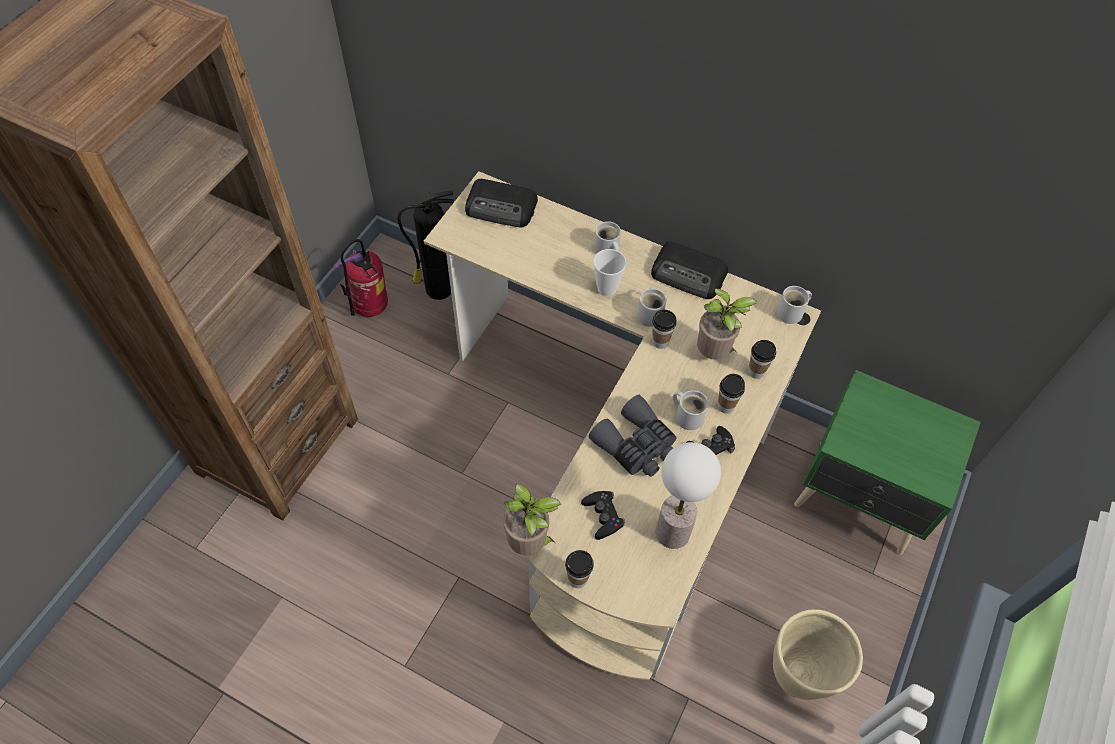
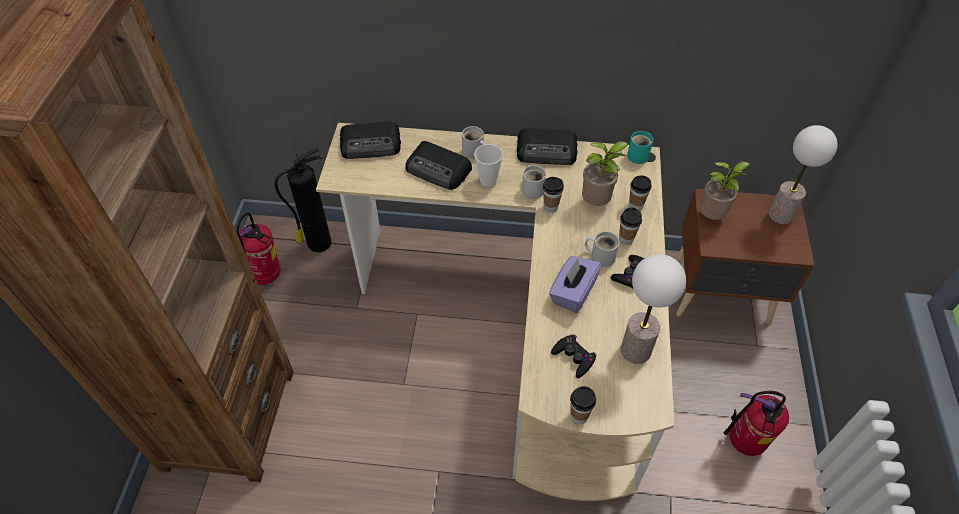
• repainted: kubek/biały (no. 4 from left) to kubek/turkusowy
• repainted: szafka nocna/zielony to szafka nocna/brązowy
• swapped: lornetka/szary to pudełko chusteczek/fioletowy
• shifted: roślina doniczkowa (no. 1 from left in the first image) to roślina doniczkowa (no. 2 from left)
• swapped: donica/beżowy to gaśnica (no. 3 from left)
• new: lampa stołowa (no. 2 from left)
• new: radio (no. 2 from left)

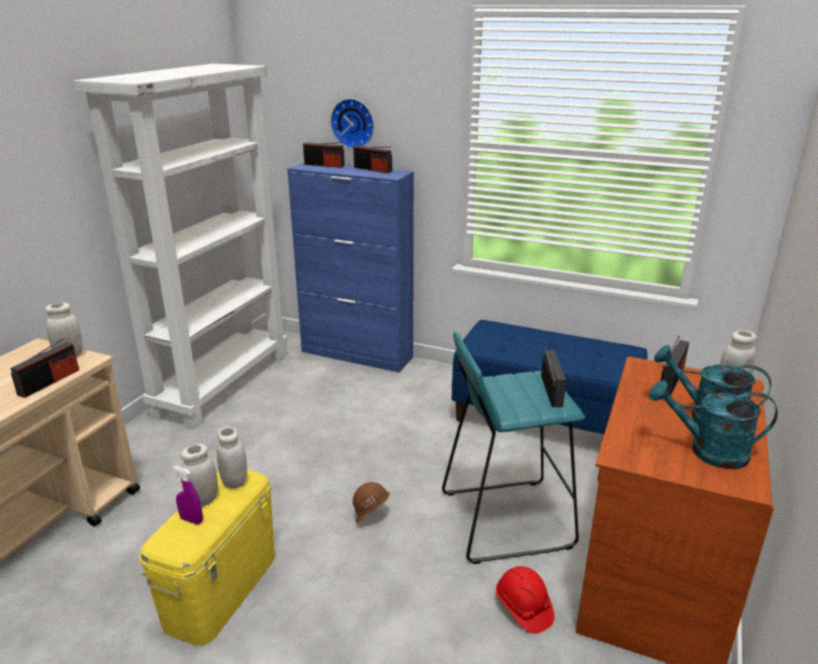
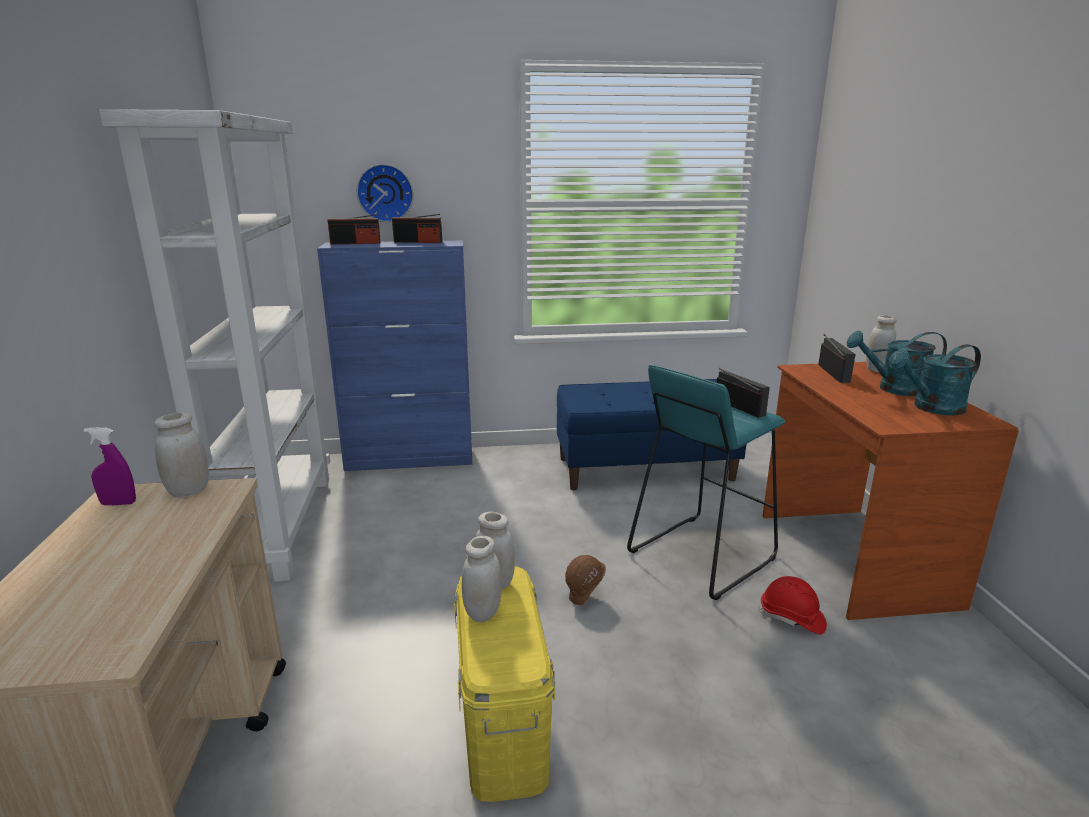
• gone: radio (no. 1 from left)
• shifted: spryskiwacz/fioletowy

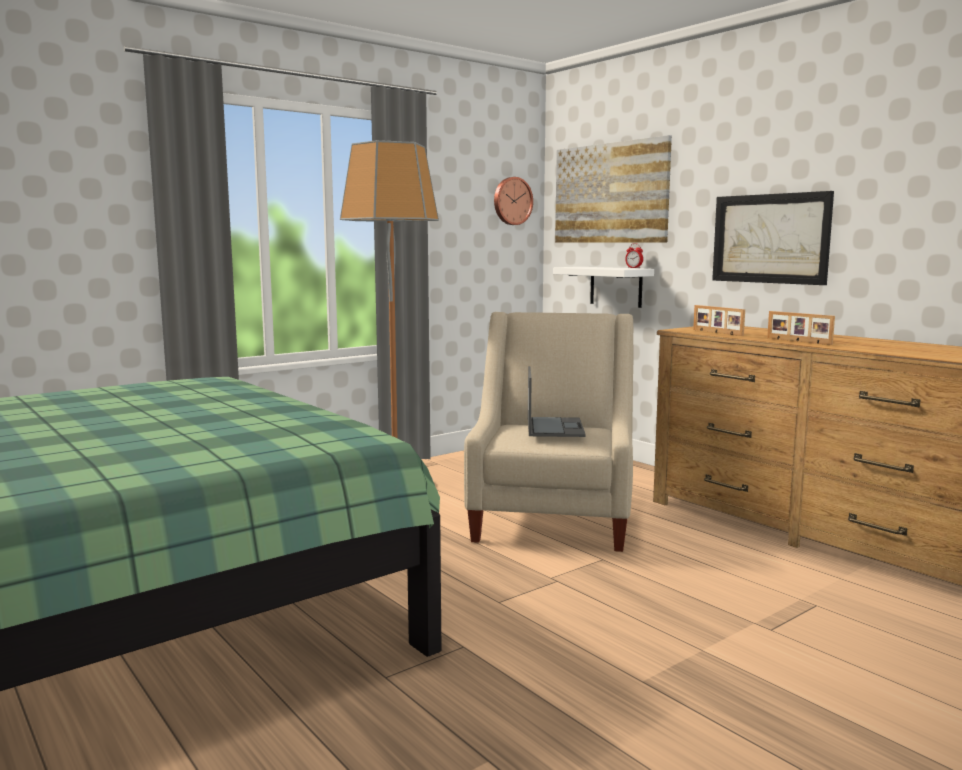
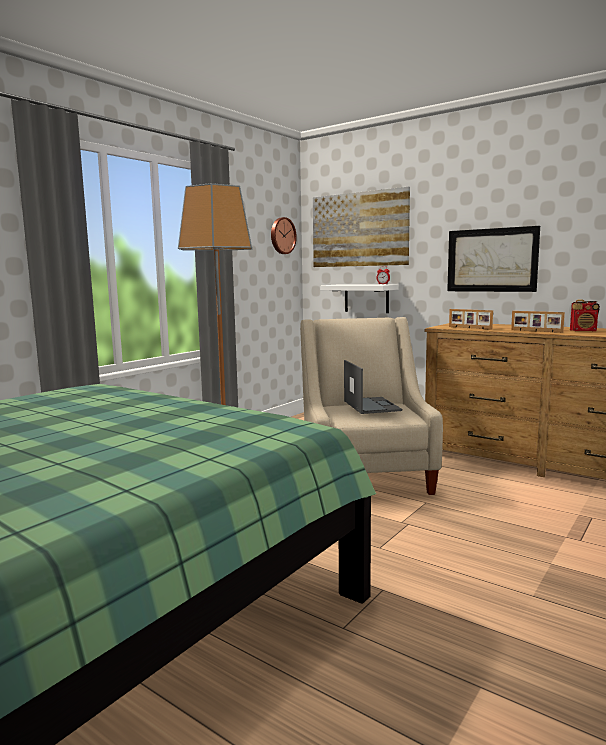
• new: radio

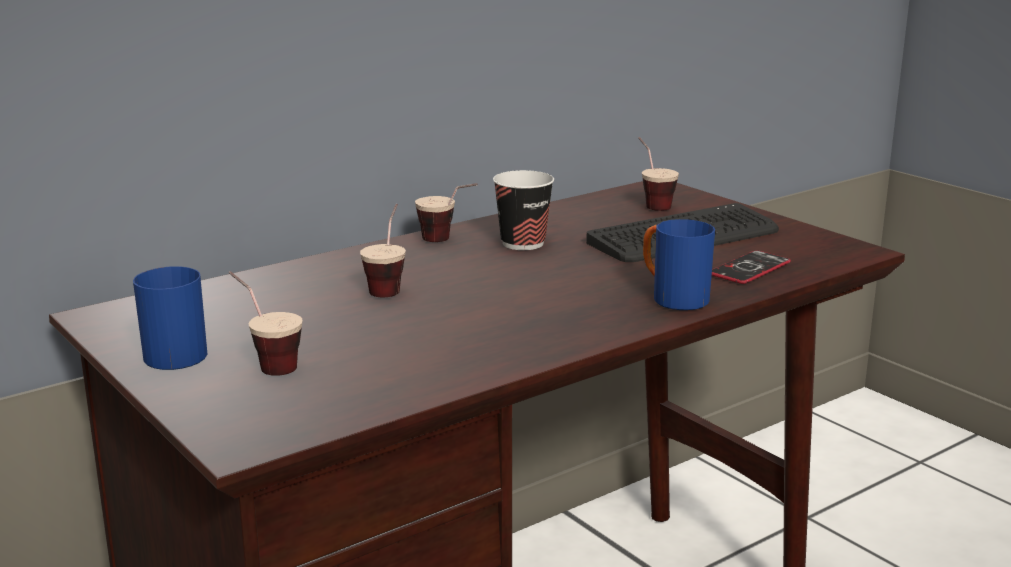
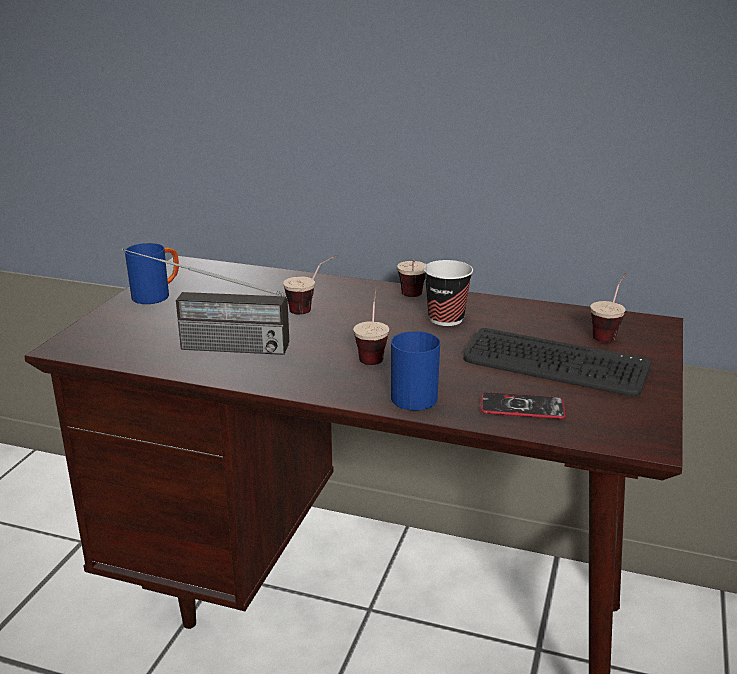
• shifted: filiżanka (no. 1 from left in the first image) to filiżanka (no. 2 from left)
• new: radio

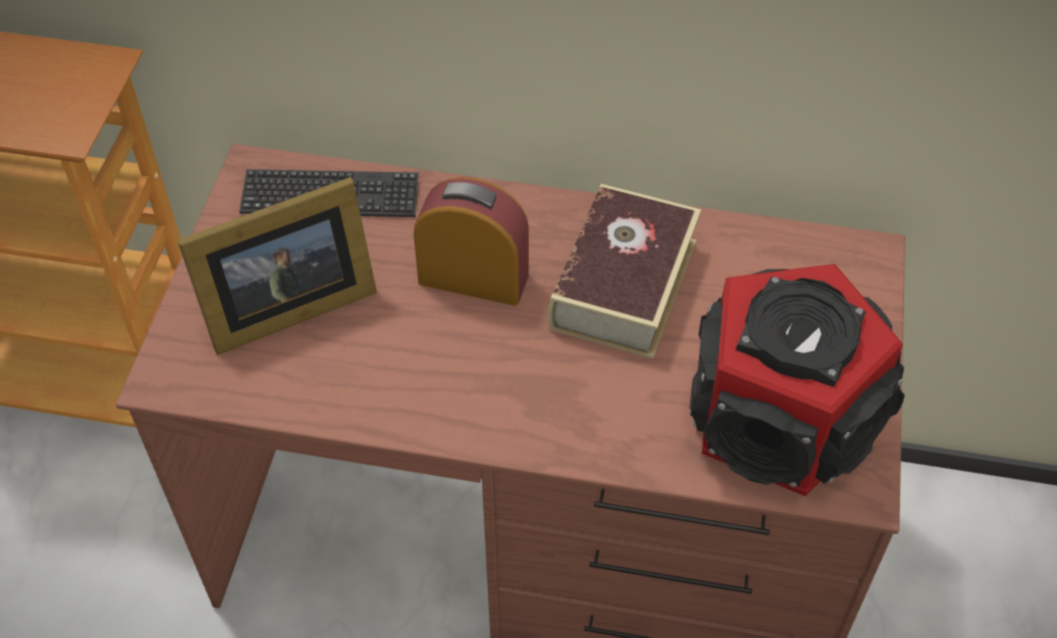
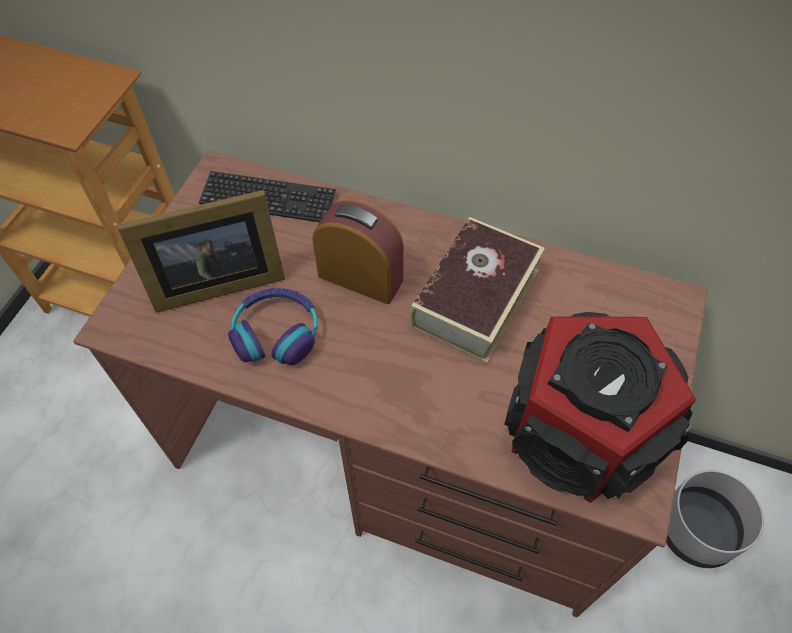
• new: słuchawki
• new: donica/szary

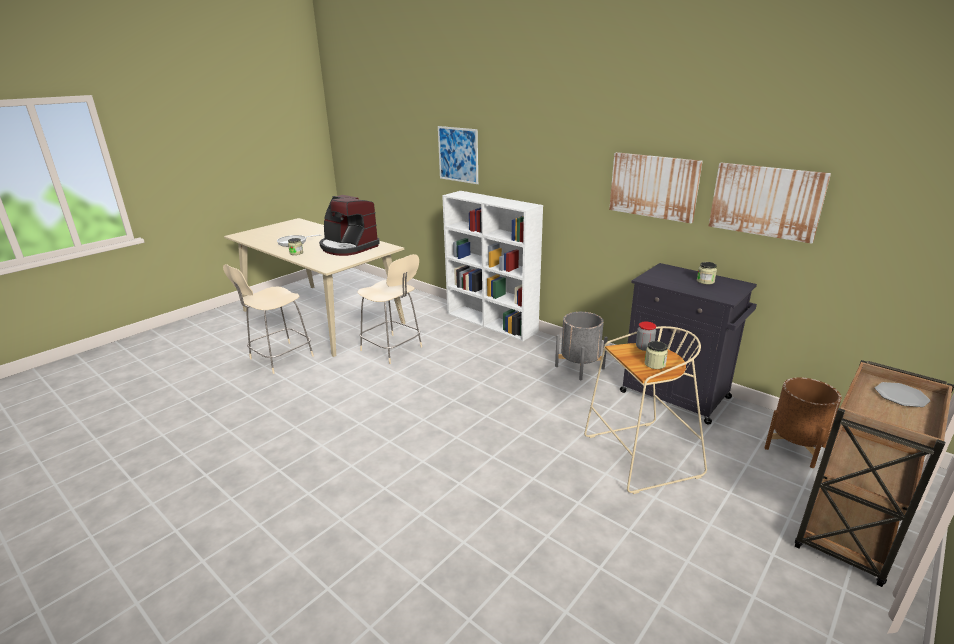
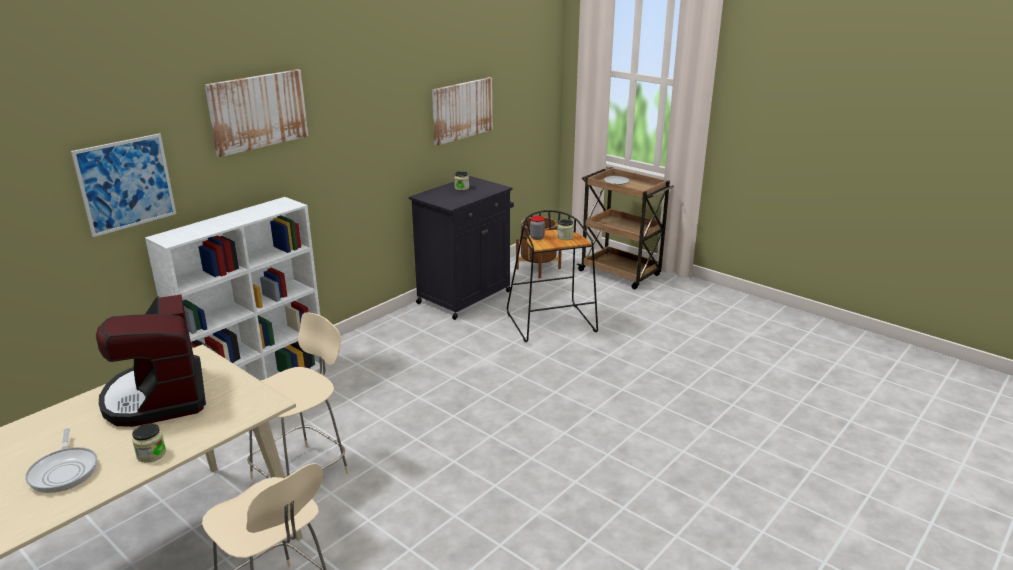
• shifted: obraz (no. 2 from left)
• rotated: ekspres do kawy 120 degrees clockwise
• gone: donica/szary
• repainted: stołek/beżowy to stołek/czarny

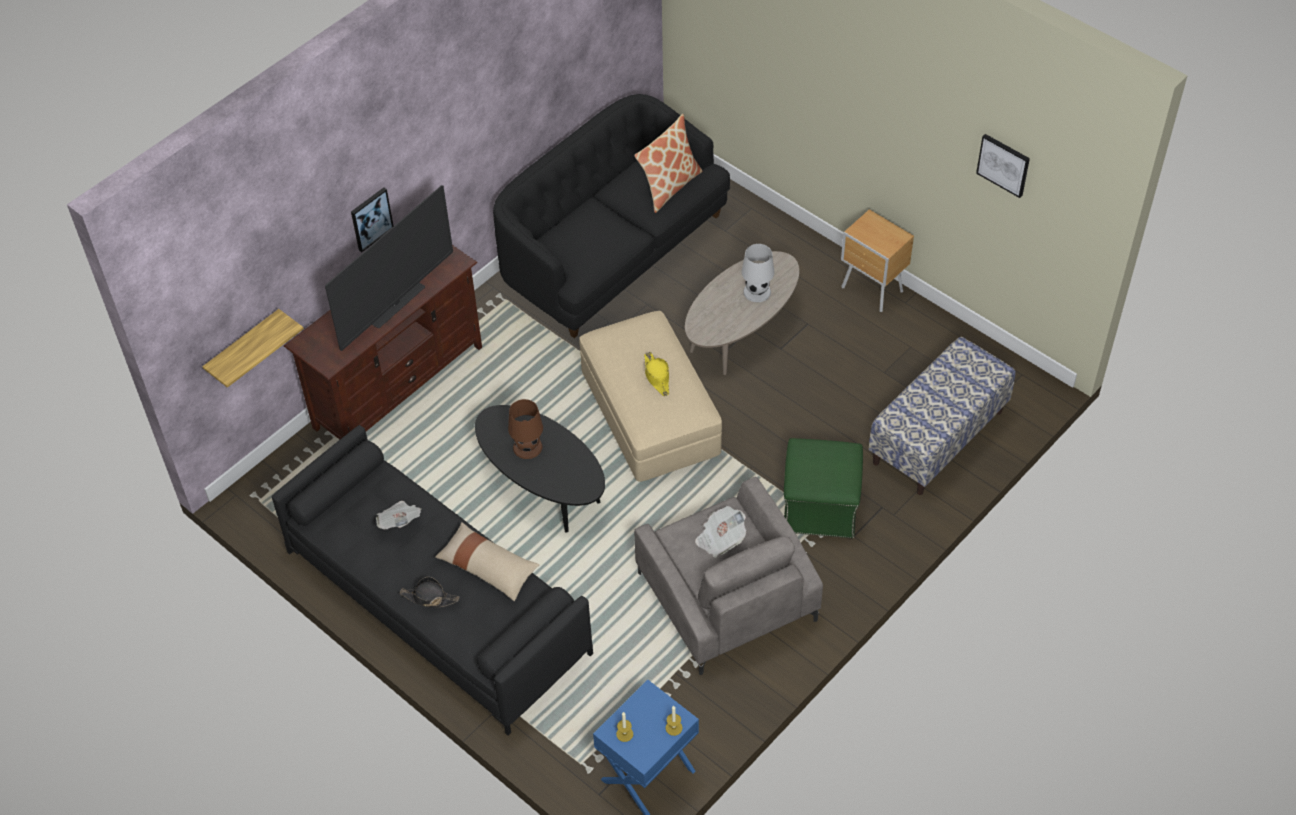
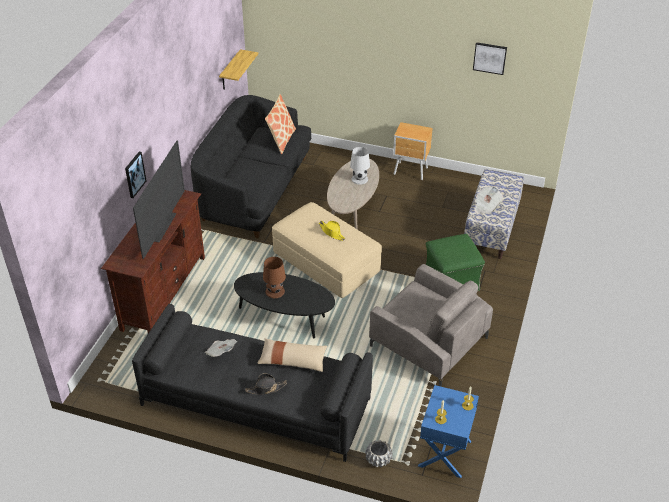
• shifted: półka
• shifted: gazeta (no. 2 from left)
• new: donica/szary

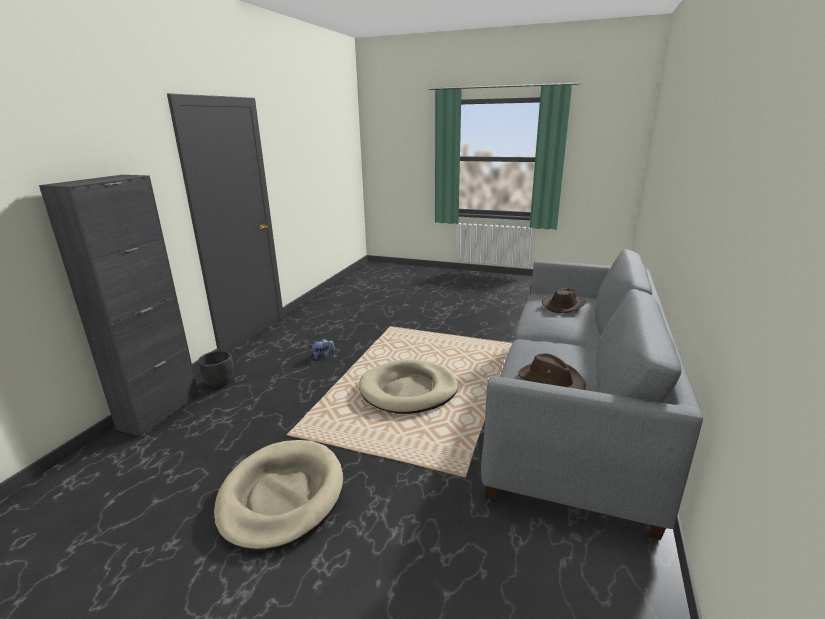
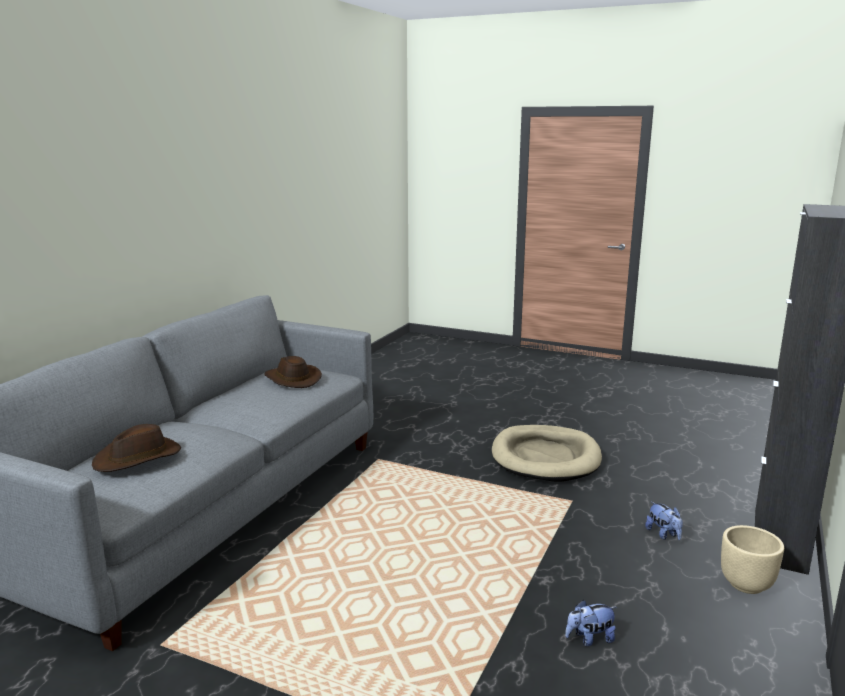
• repainted: donica/czarny to donica/beżowy
• gone: legowisko/beżowy (no. 2 from left)
• new: pluszak (no. 2 from left)

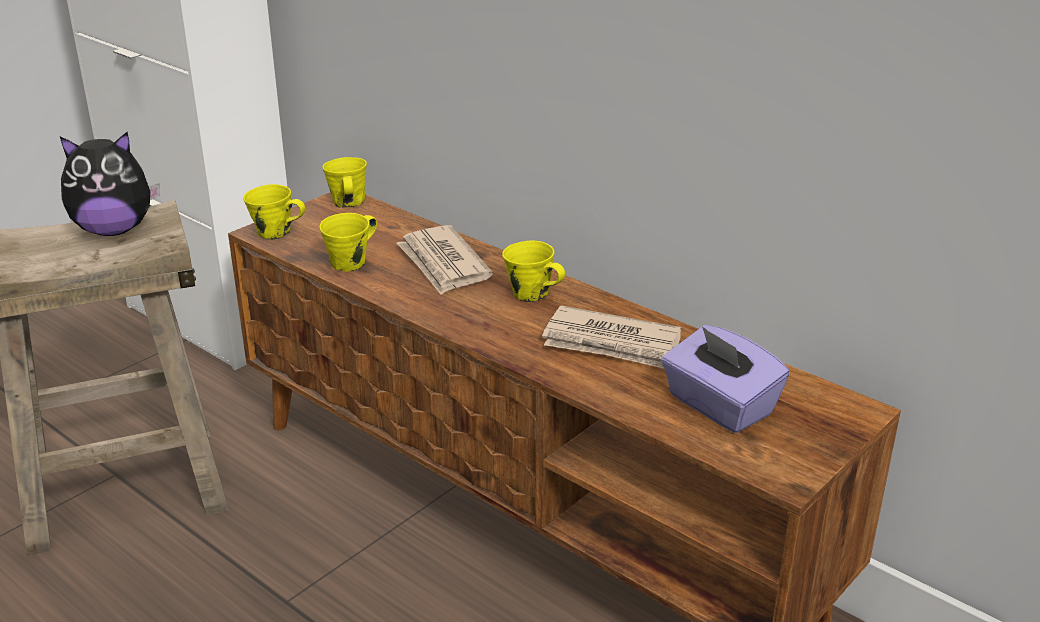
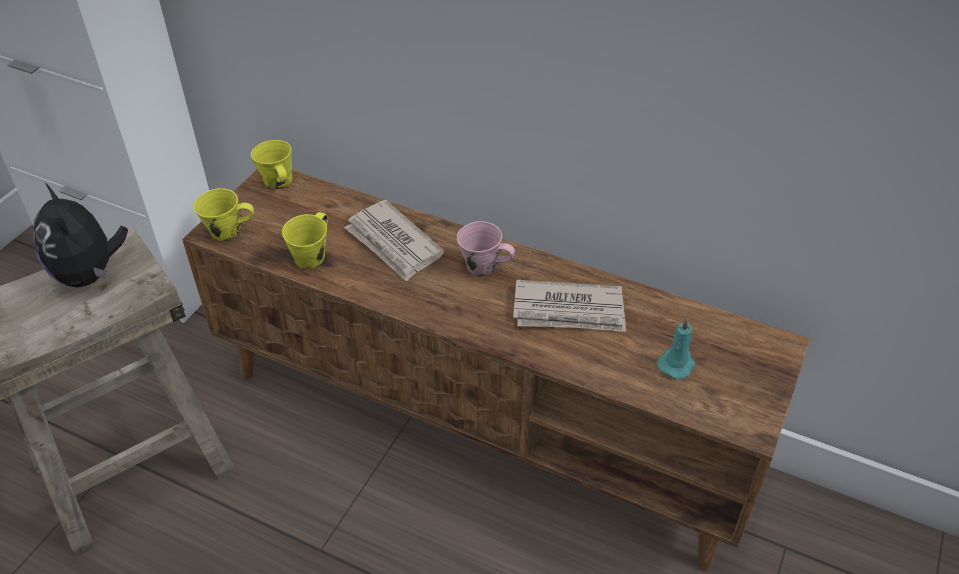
• rotated: pluszak 90 degrees clockwise
• repainted: kubek/żółty (no. 4 from left) to kubek/różowy
• swapped: pudełko chusteczek/fioletowy to świeca/turkusowy

